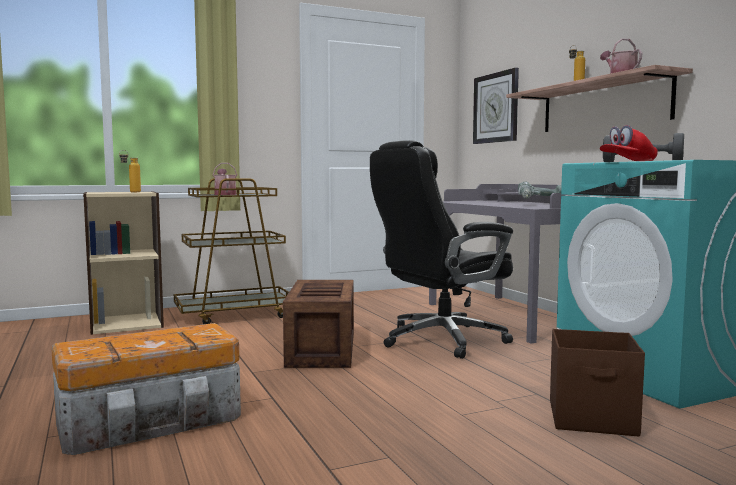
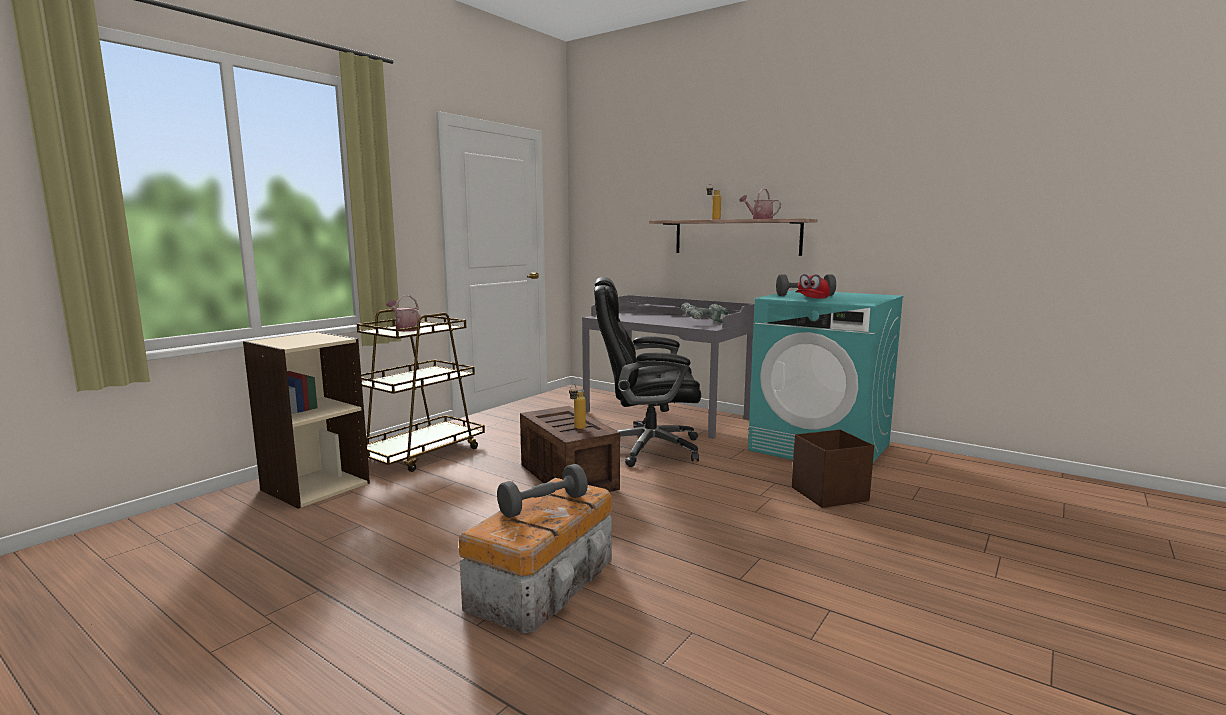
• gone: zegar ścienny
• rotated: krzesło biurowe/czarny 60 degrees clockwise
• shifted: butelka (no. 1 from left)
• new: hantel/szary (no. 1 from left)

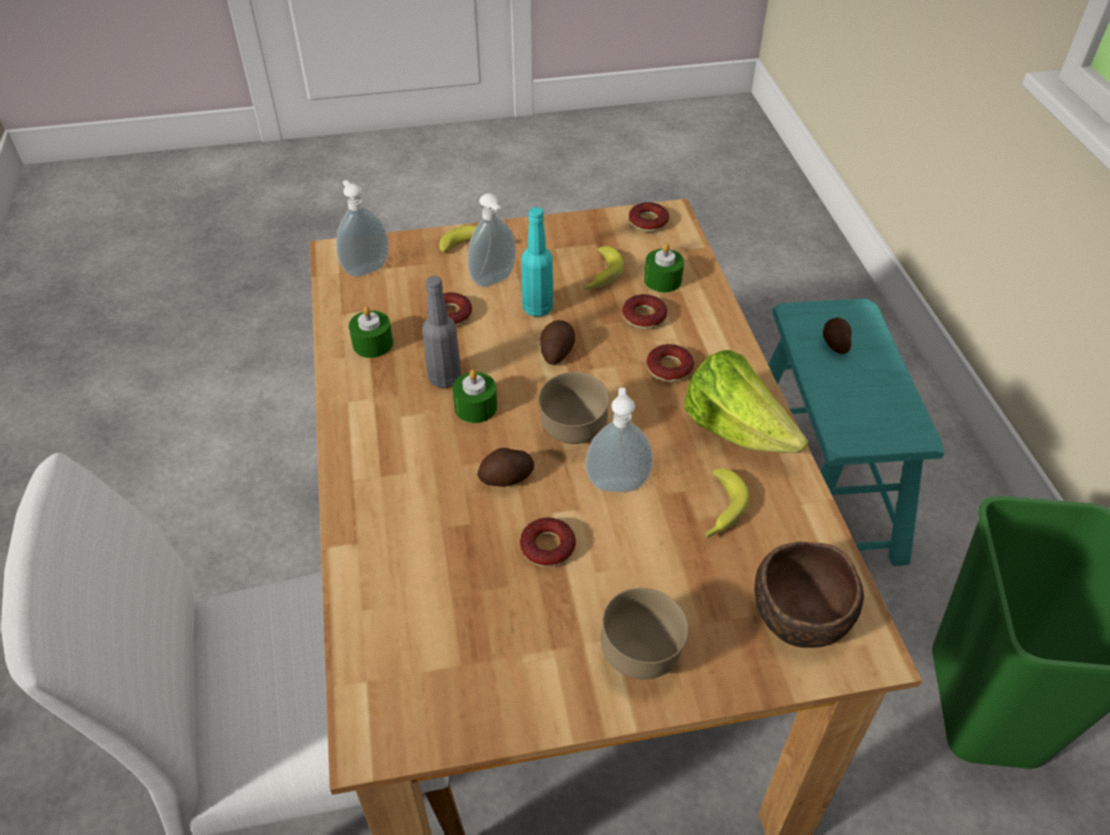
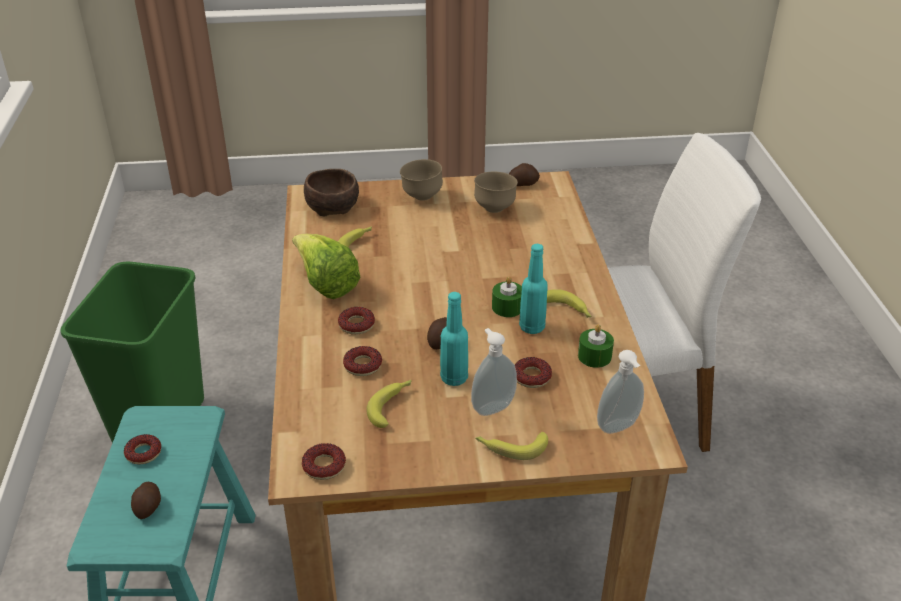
• gone: świeca/zielony (no. 3 from left)
• repainted: butelka/szary to butelka/turkusowy (no. 2 from left)
• shifted: miska/brązowy (no. 1 from left in the first image) to miska/brązowy (no. 3 from left)
• gone: dozownik mydła (no. 3 from left)
• shifted: ziemniak (no. 1 from left in the first image) to ziemniak (no. 3 from left)
• shifted: donut (no. 2 from left in the first image) to donut (no. 1 from left)
• new: banan (no. 4 from left)

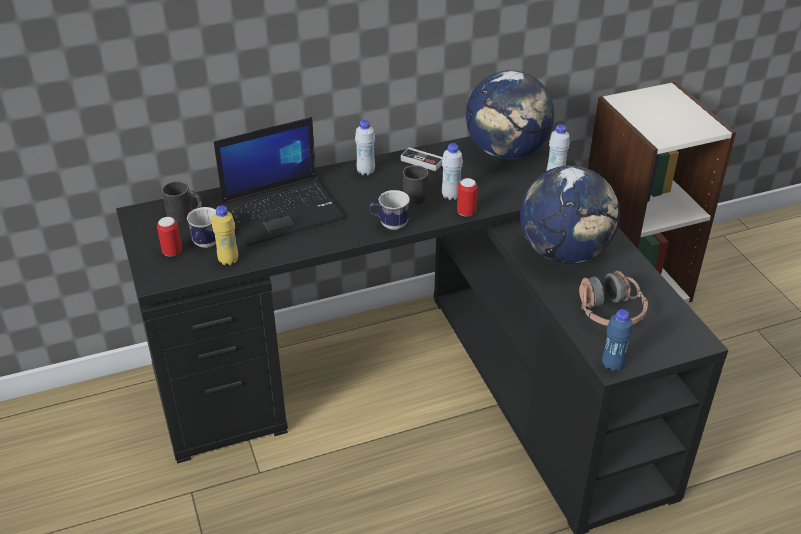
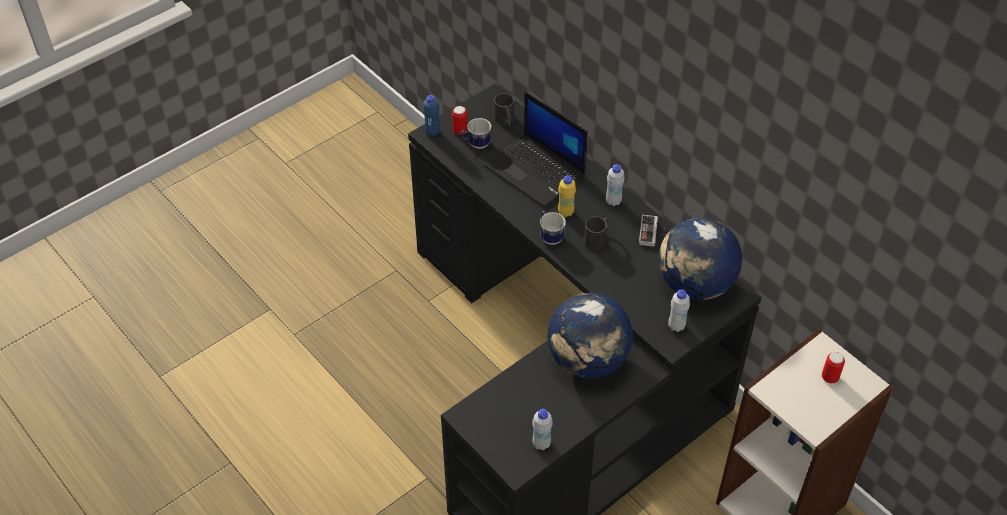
• shifted: butelka/biały (no. 2 from left in the first image) to butelka/biały (no. 1 from left)
• shifted: puszka (no. 2 from left)
• shifted: butelka/żółty
• gone: słuchawki
• shifted: butelka/niebieski

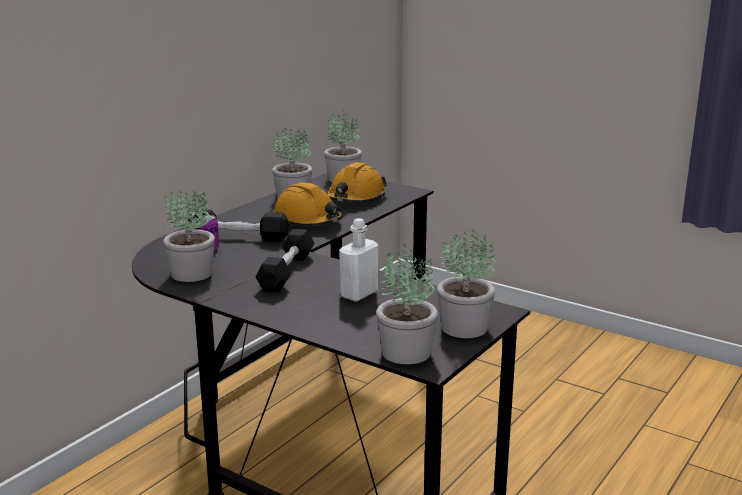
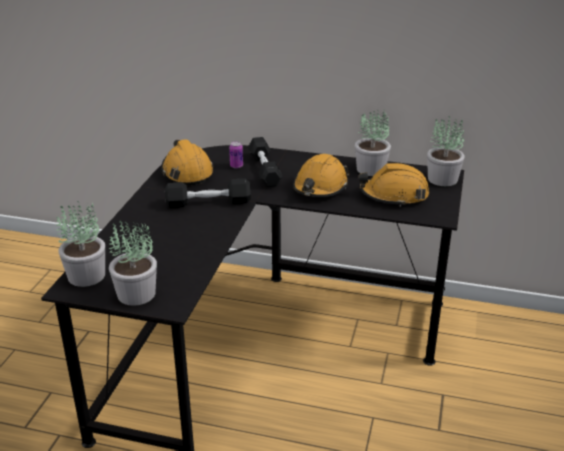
• swapped: roślina doniczkowa (no. 1 from left) to kask/pomarańczowy (no. 1 from left)
• gone: butelka/biały

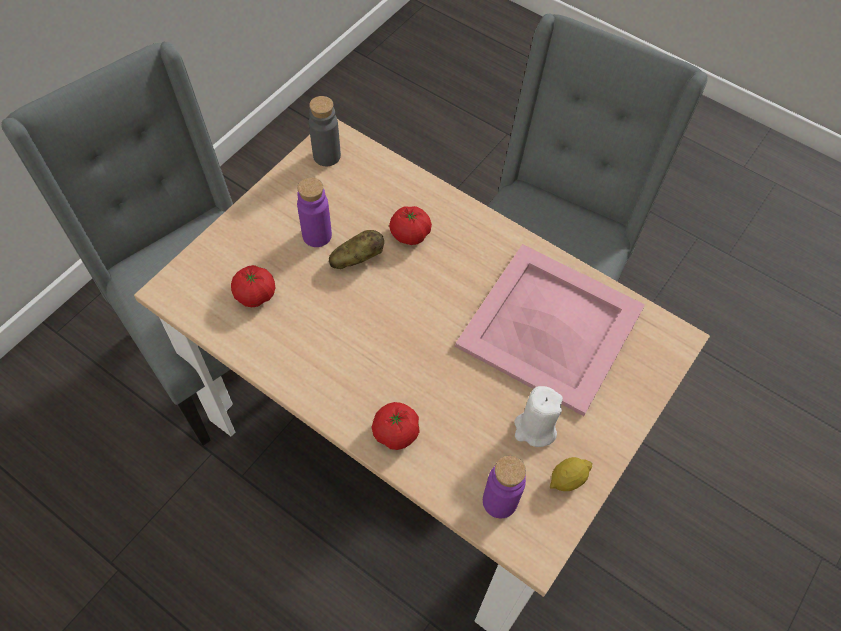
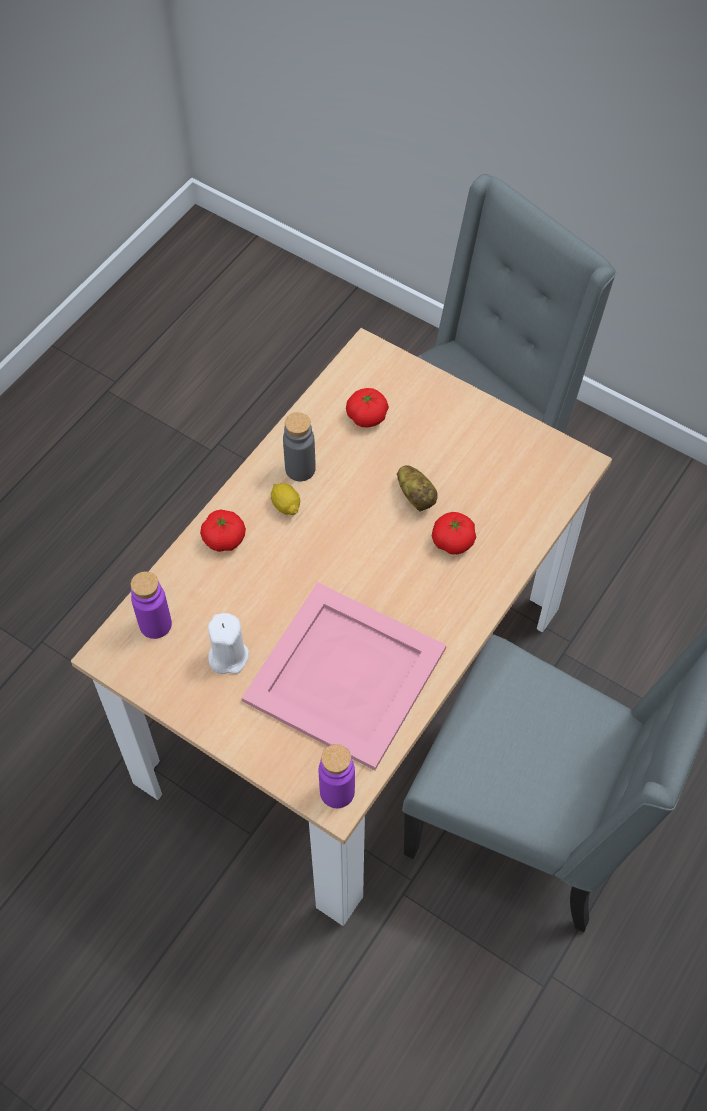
• shifted: butelka/szary
• shifted: butelka/fioletowy (no. 1 from left in the first image) to butelka/fioletowy (no. 2 from left)
• shifted: cytryna

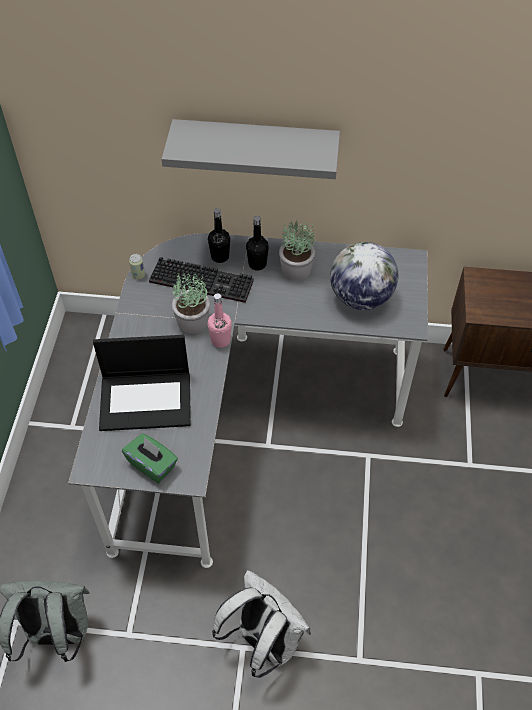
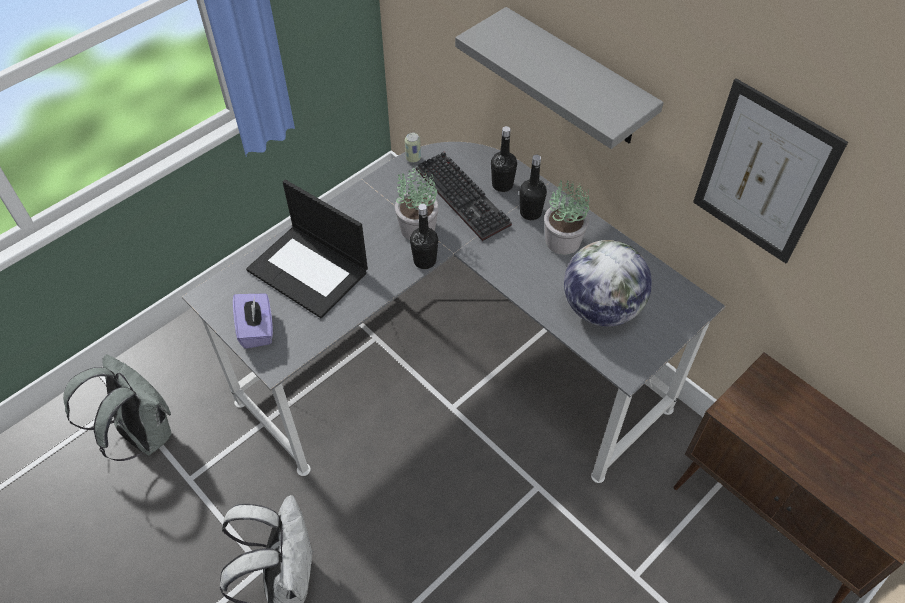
• repainted: butelka/różowy to butelka/czarny (no. 1 from left)
• repainted: pudełko chusteczek/zielony to pudełko chusteczek/fioletowy
• new: obraz

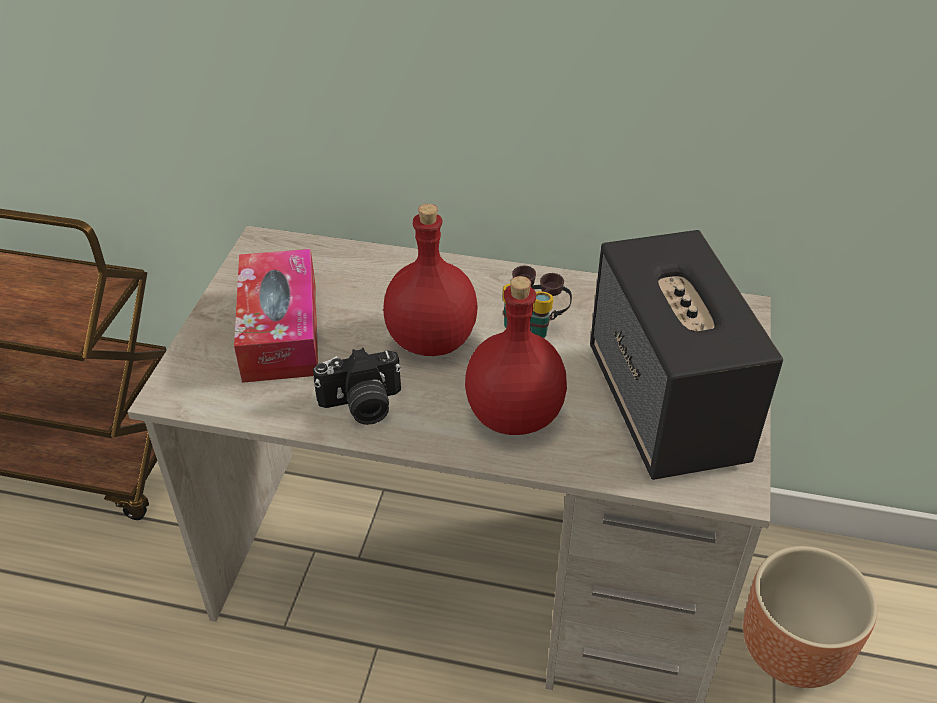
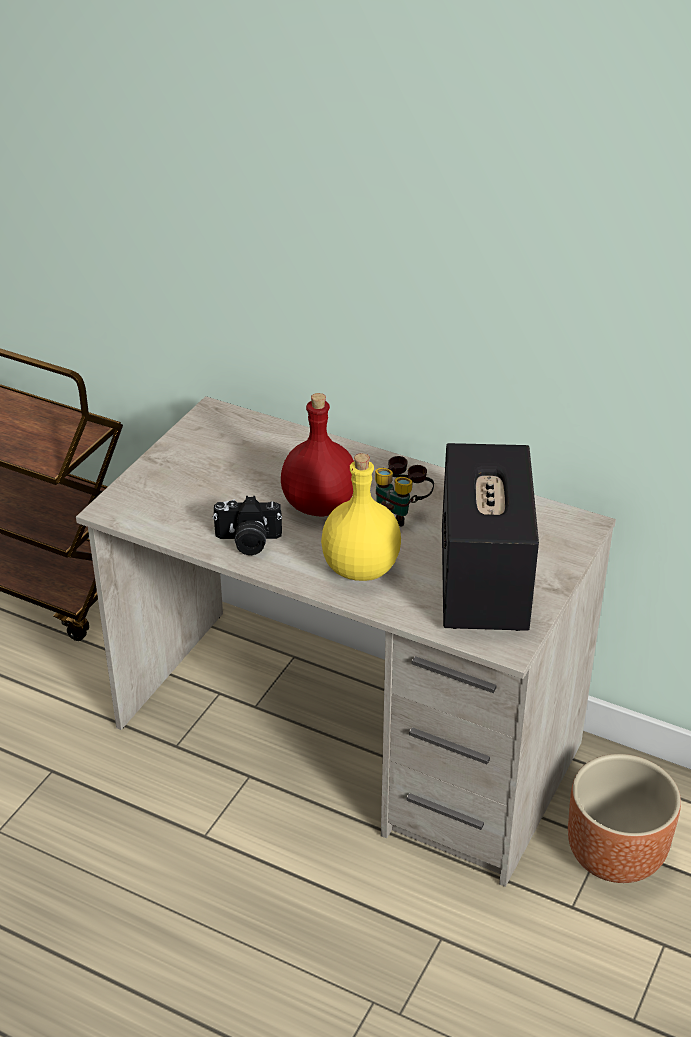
• gone: pudełko chusteczek
• repainted: butelka/czerwony (no. 2 from left) to butelka/żółty

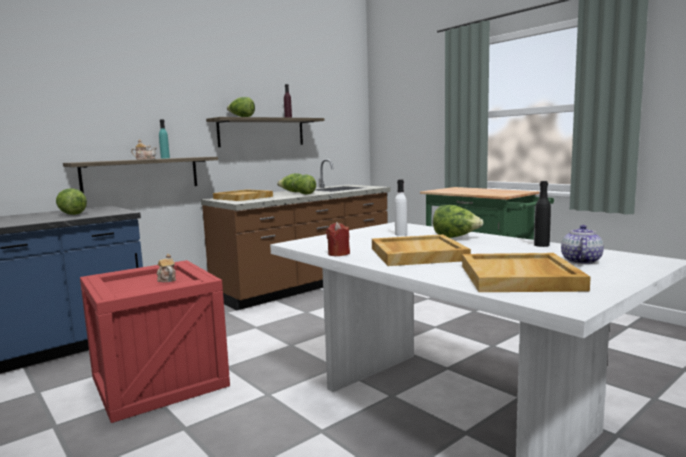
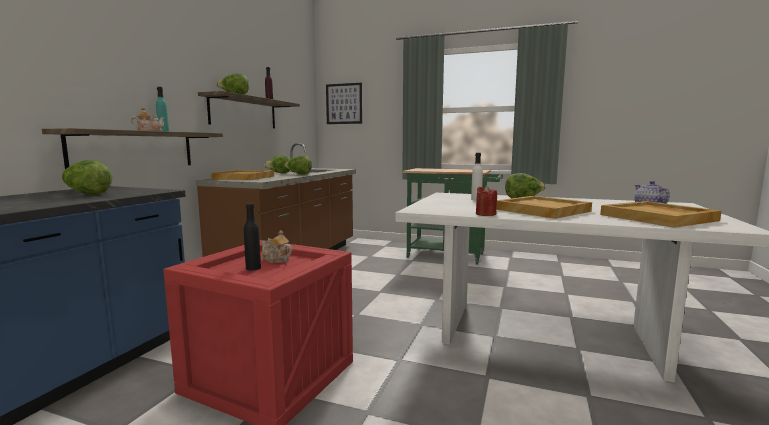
• shifted: butelka/czarny
• new: obraz

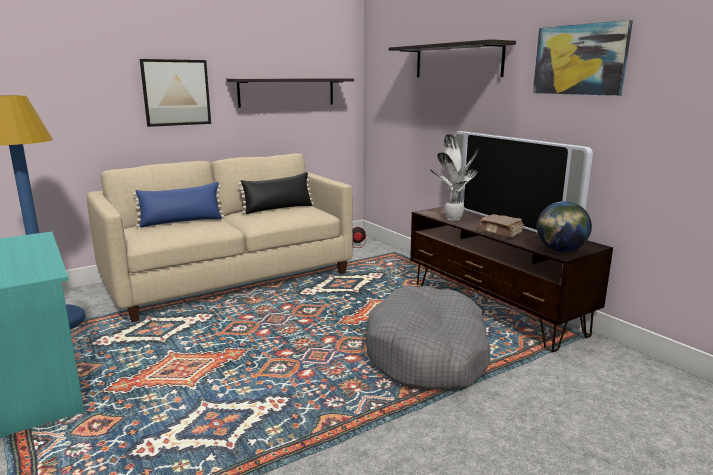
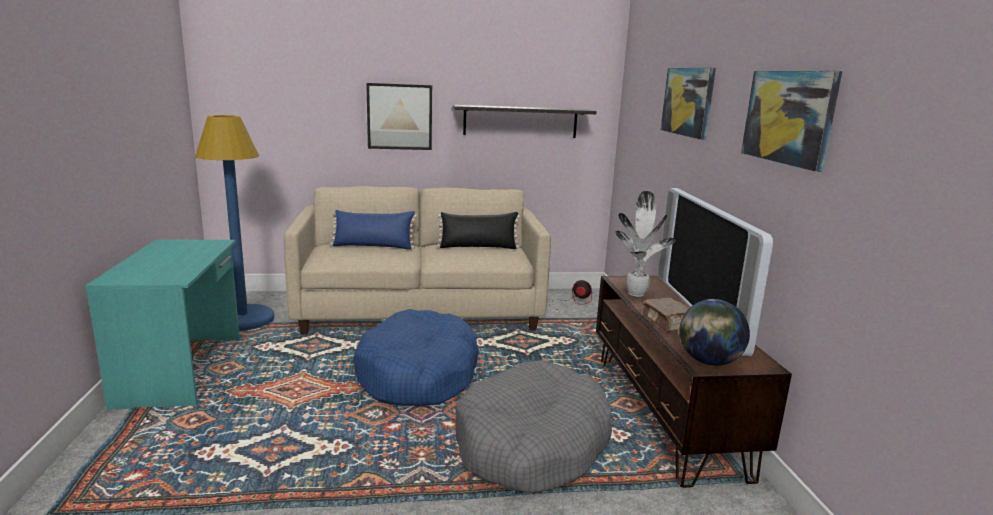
• swapped: półka (no. 2 from left) to obraz (no. 2 from left)
• new: legowisko/niebieski

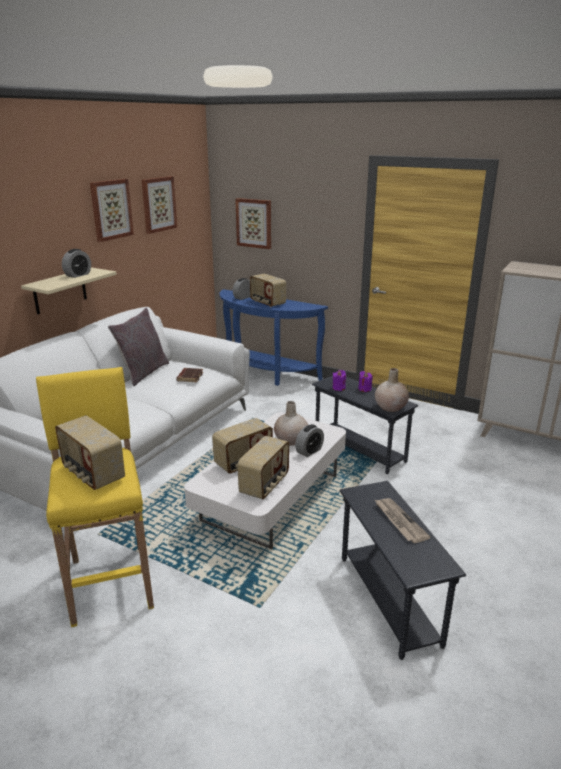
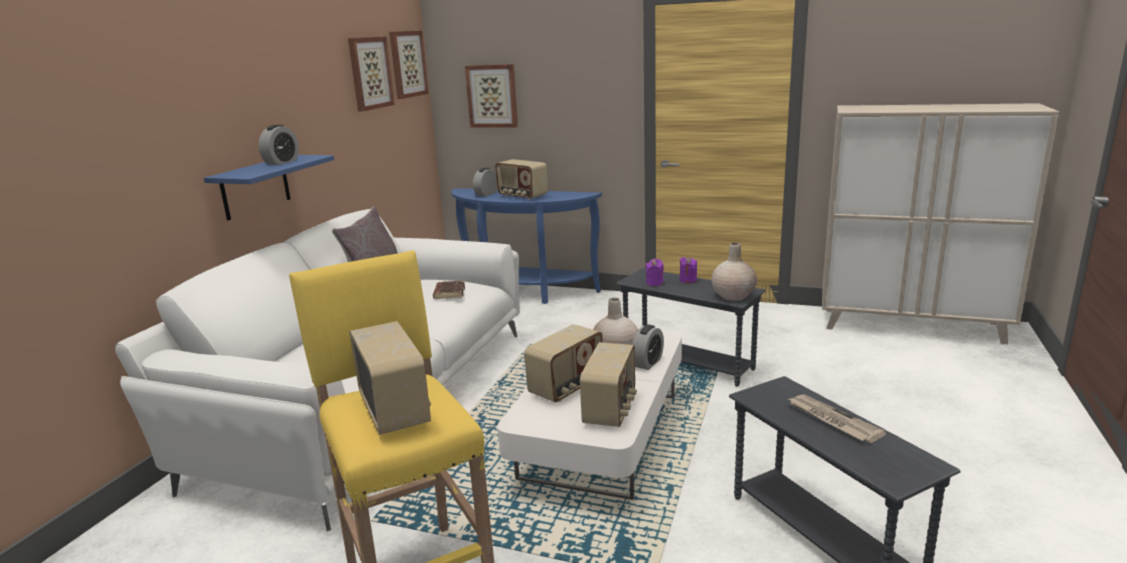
• shifted: obraz (no. 1 from left in the first image) to obraz (no. 2 from left)
• repainted: półka/beżowy to półka/niebieski
• rotated: radio (no. 1 from left) 150 degrees counterclockwise

